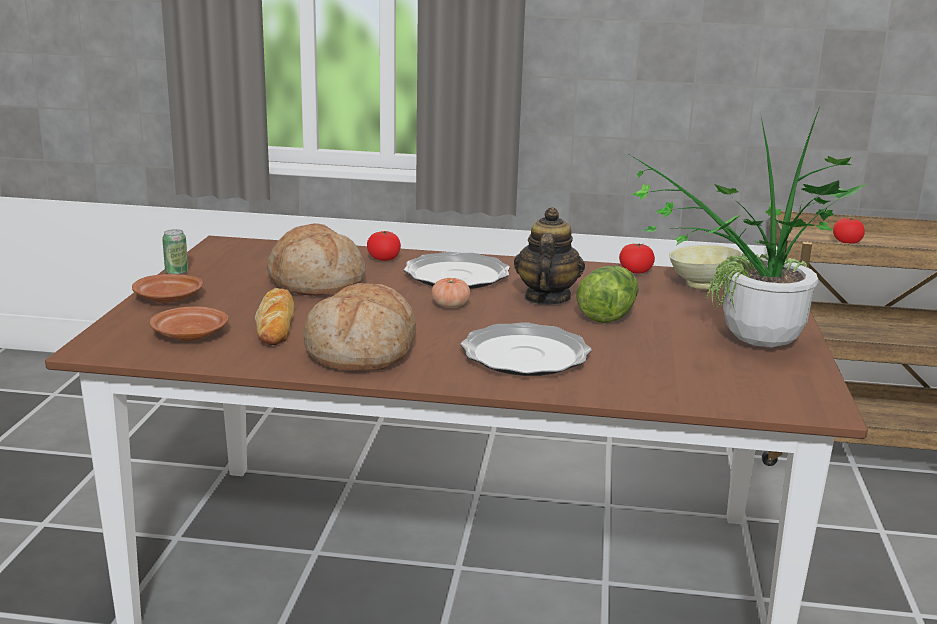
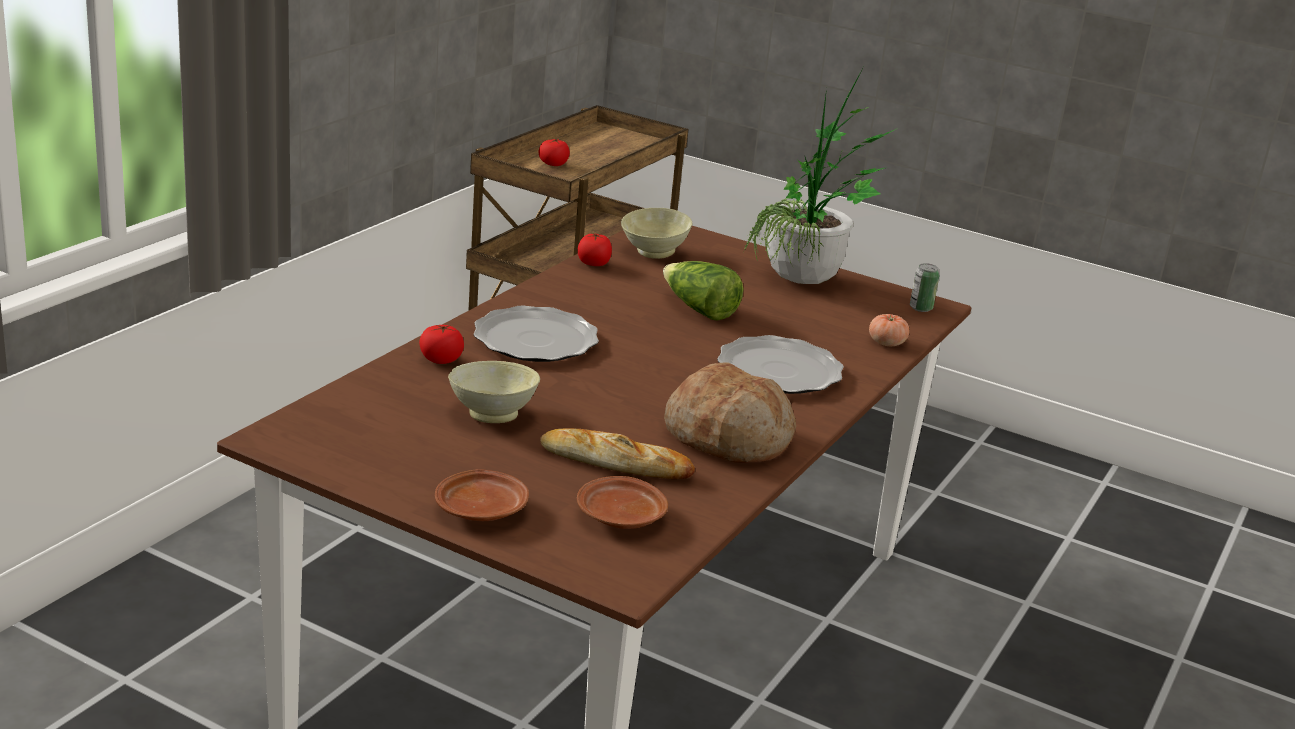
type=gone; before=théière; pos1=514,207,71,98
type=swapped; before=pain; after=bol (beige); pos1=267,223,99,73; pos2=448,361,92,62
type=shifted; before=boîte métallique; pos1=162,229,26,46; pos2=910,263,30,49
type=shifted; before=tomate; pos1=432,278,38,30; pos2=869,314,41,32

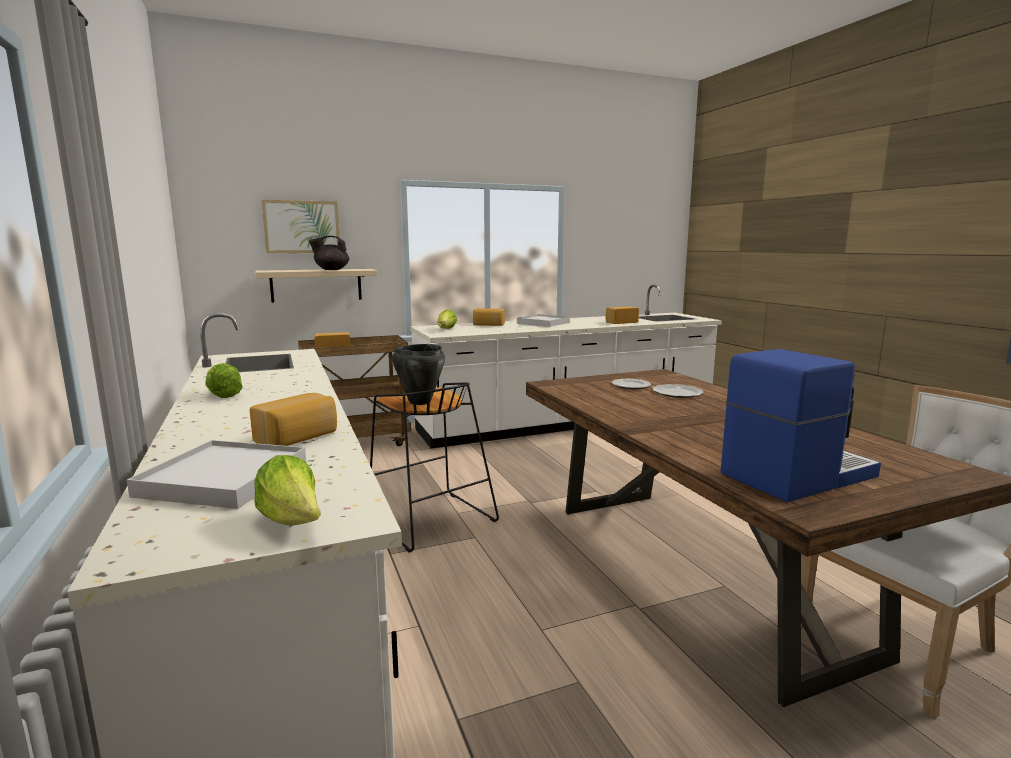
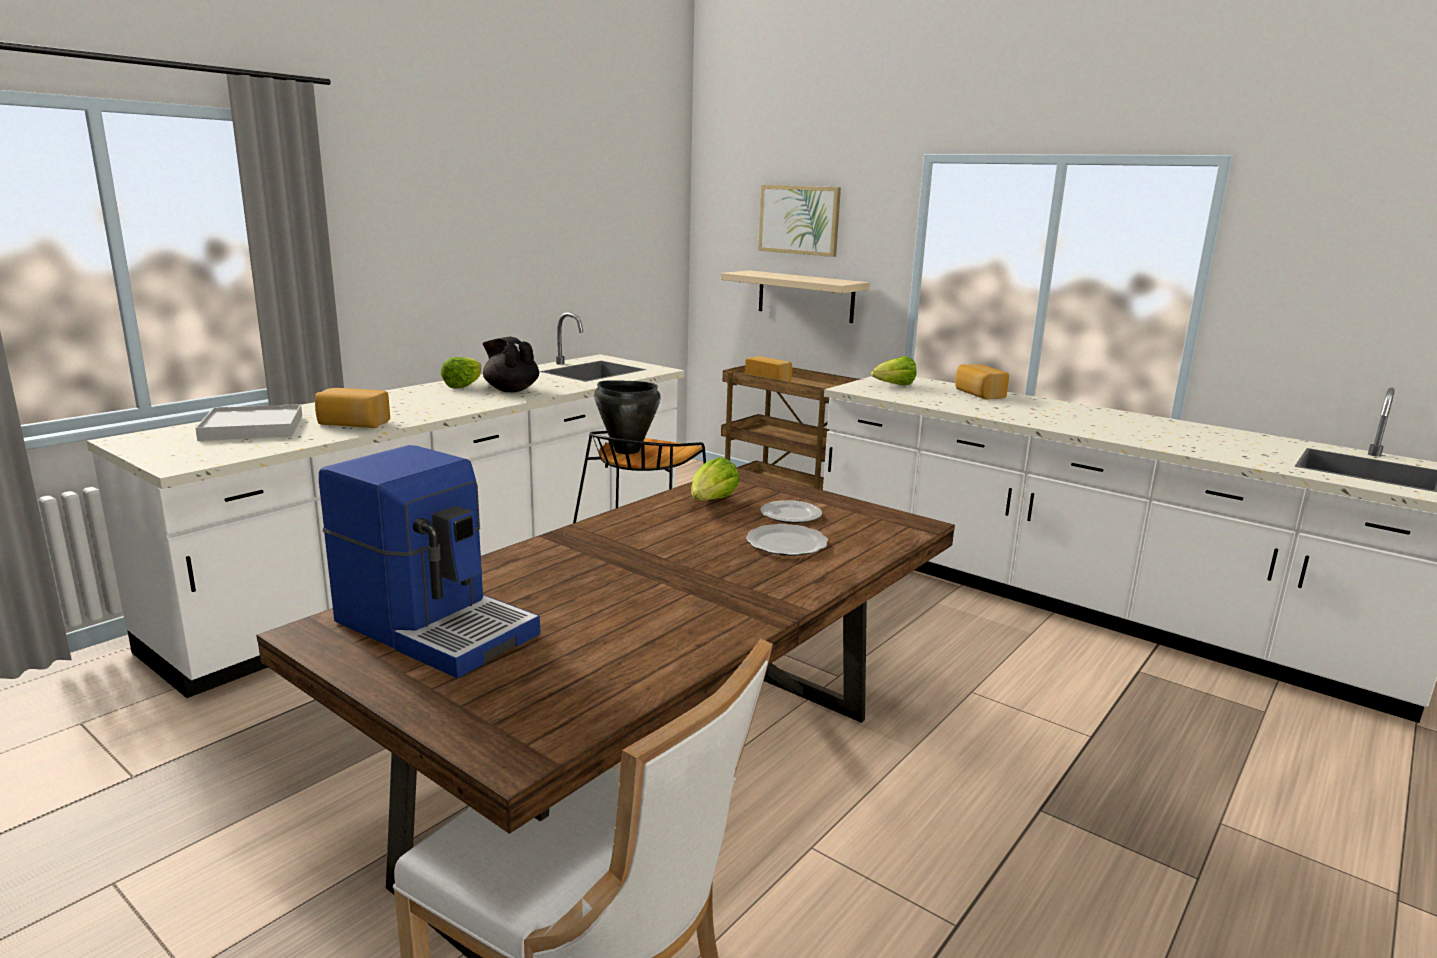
type=shifted; before=théière (noir); pos1=309,236,40,34; pos2=482,337,57,55
type=gone; before=pain; pos1=606,306,33,18
type=gone; before=plateau (blanc); pos1=517,314,53,13
type=shifted; before=laitue; pos1=254,455,67,70; pos2=691,457,49,43

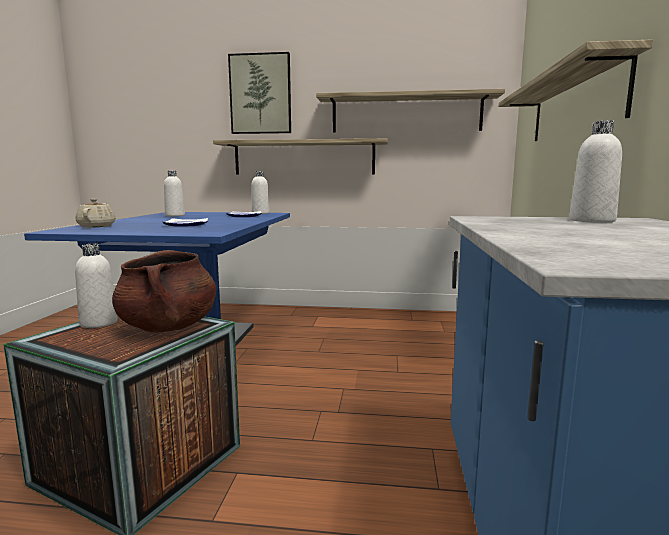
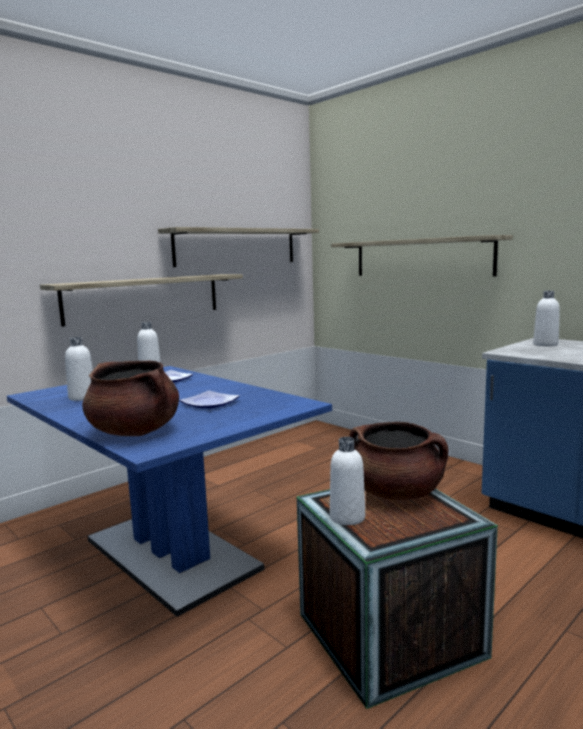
type=gone; before=tableau; pos1=228,52,63,82
type=swapped; before=théière (beige); after=marmite (marron); pos1=76,199,39,28; pos2=82,361,97,75

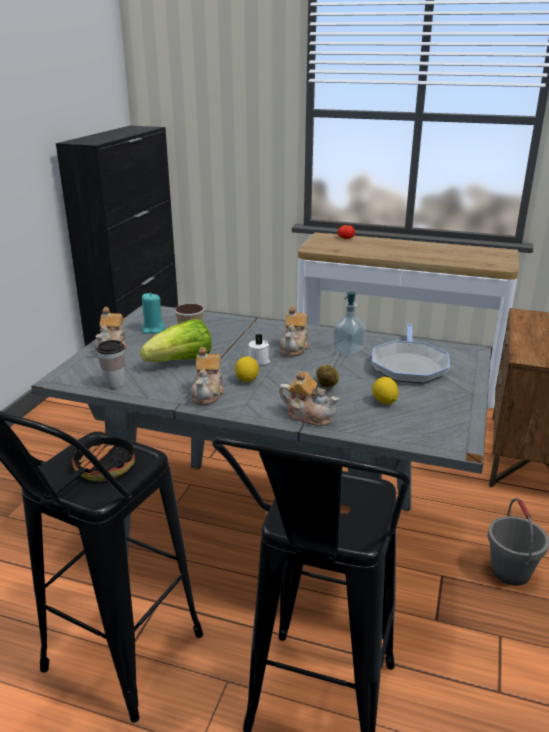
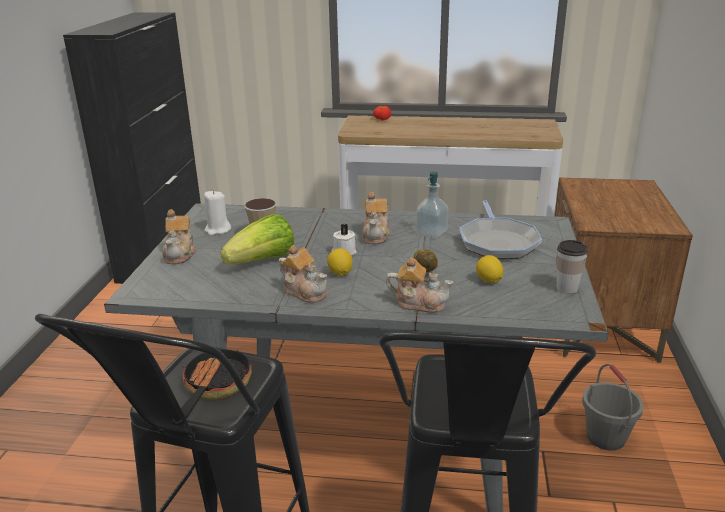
type=repainted; before=bougie (turquoise); after=bougie (blanc); pos1=141,293,25,41; pos2=204,190,27,45
type=shifted; before=tasse; pos1=97,340,28,49; pos2=556,240,32,54
type=rotated; before=théière; pos1=191,347,34,58; pos2=278,245,49,58; turn=-45

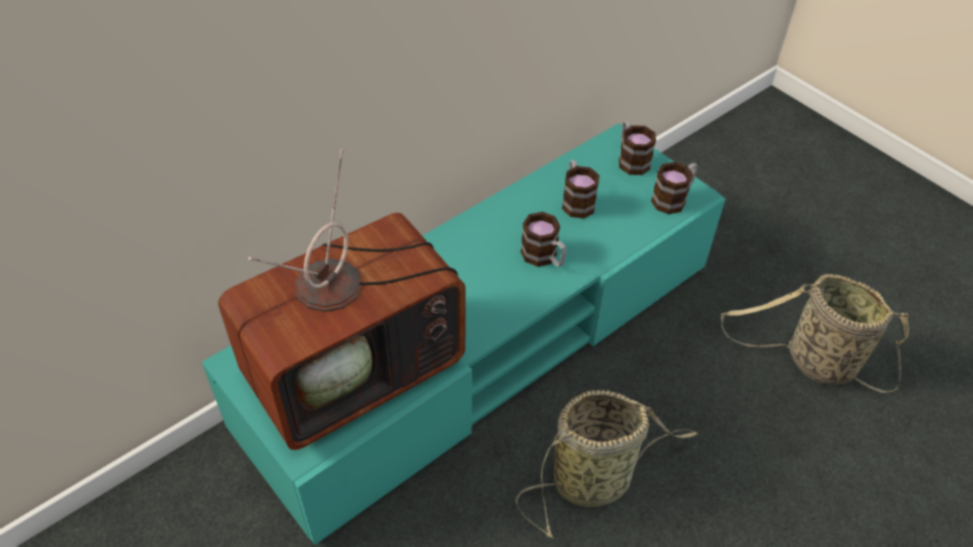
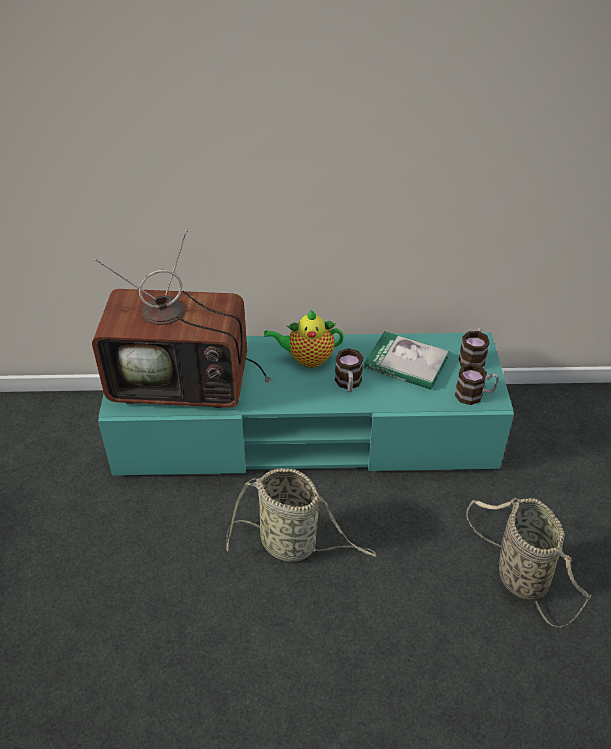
type=swapped; before=mug; after=livre; pos1=562,160,38,59; pos2=364,331,85,59
type=new; after=théière; pos2=264,310,80,58

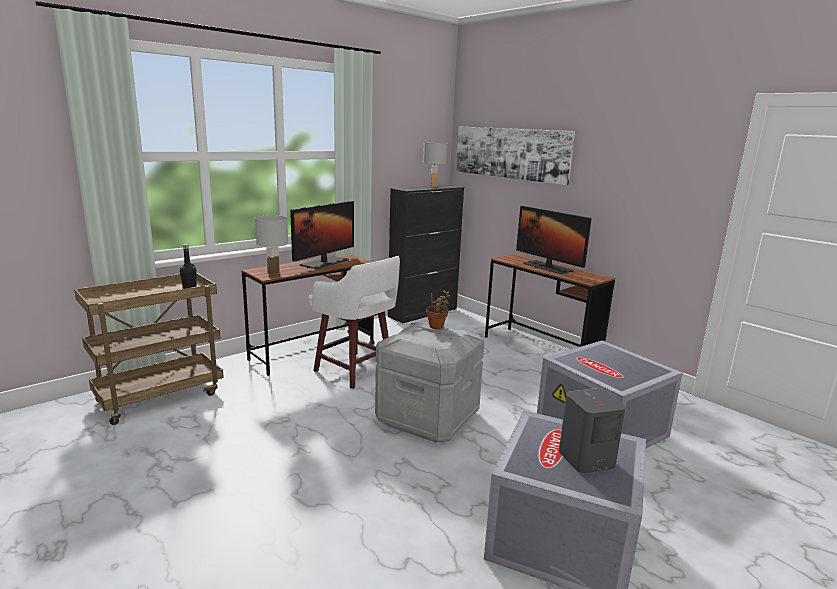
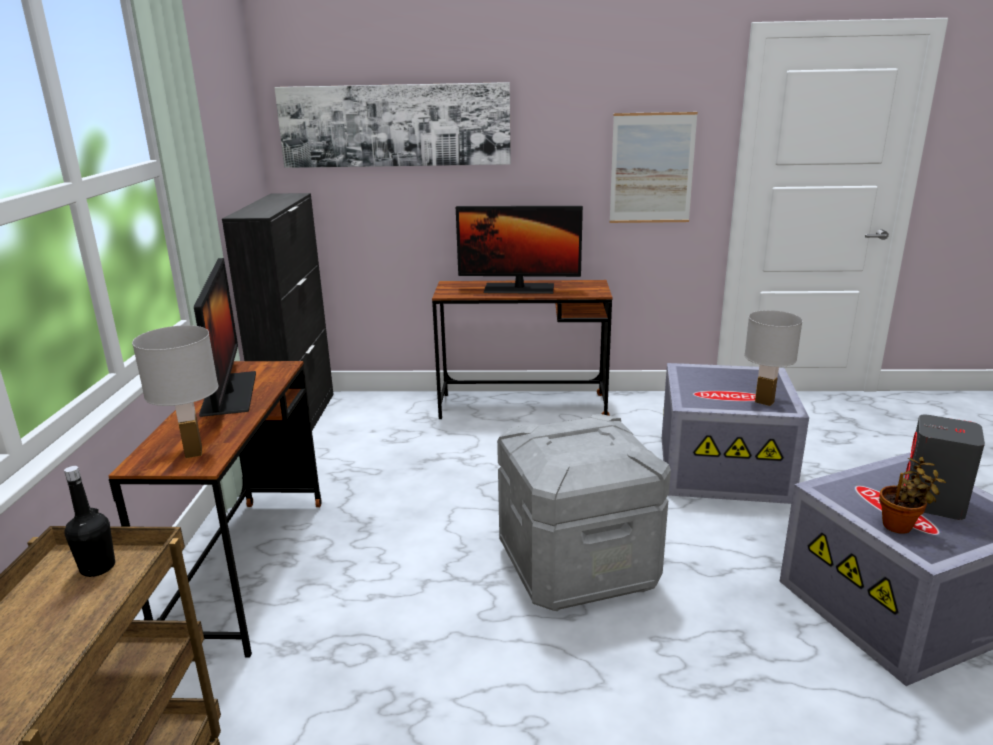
type=shifted; before=lampe de table (blanc); pos1=423,142,25,45; pos2=744,310,59,96
type=gone; before=tabouret (blanc); pos1=308,256,92,133
type=shifted; before=plante en pot; pos1=426,290,25,39; pos2=879,457,67,77
type=new; after=tableau; pos2=609,112,89,111

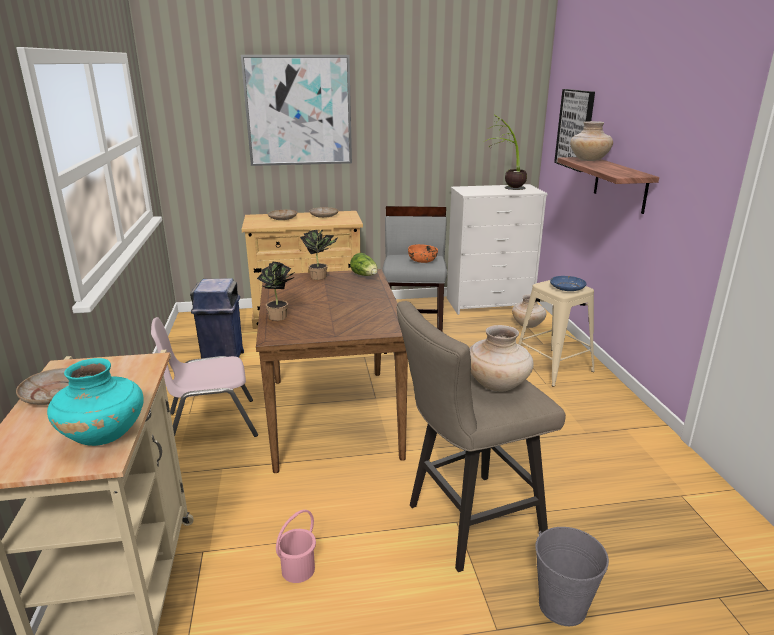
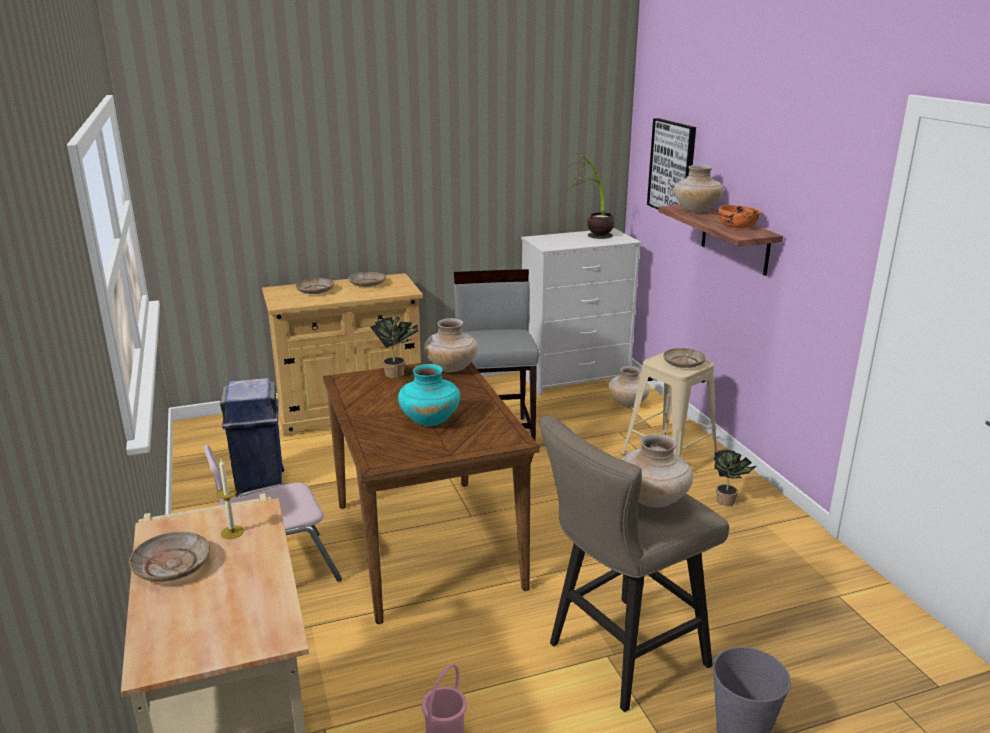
type=gone; before=tableau; pos1=241,55,111,111
type=shifted; before=bol (orange); pos1=408,244,30,19; pos2=718,205,42,23
type=swapped; before=laitue; after=vase (beige); pos1=350,253,28,23; pos2=424,318,54,54
type=shifted; before=plante en pot; pos1=257,262,39,59; pos2=714,450,42,56
type=repainted; before=assiette (bleu); after=assiette (beige); pos1=550,276,37,15; pos2=663,348,43,20
type=shifted; before=vase (turquoise); pos1=47,358,97,88; pos2=398,364,62,62
type=new; after=bougie; pos2=216,459,28,80

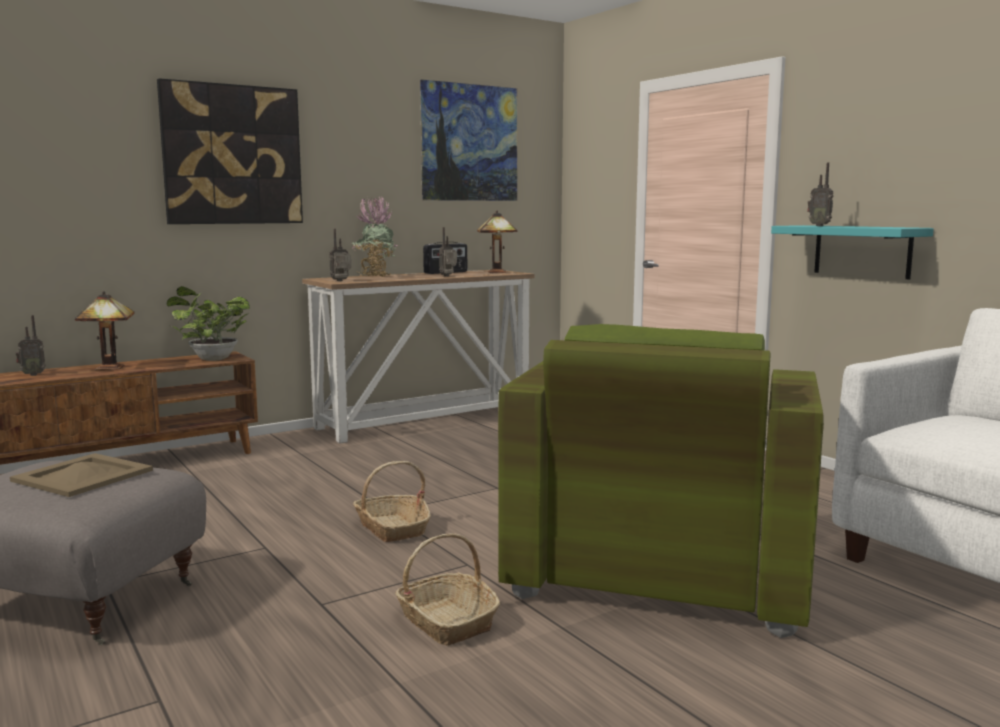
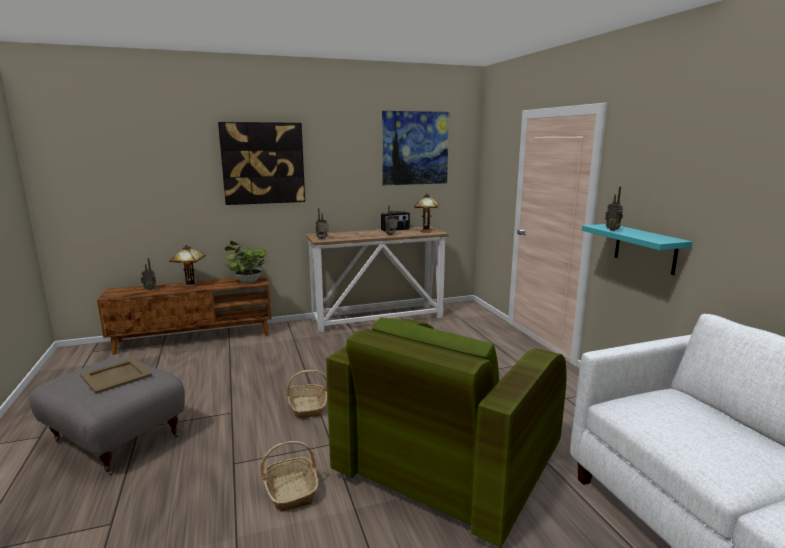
type=gone; before=plante en pot; pos1=352,195,45,82

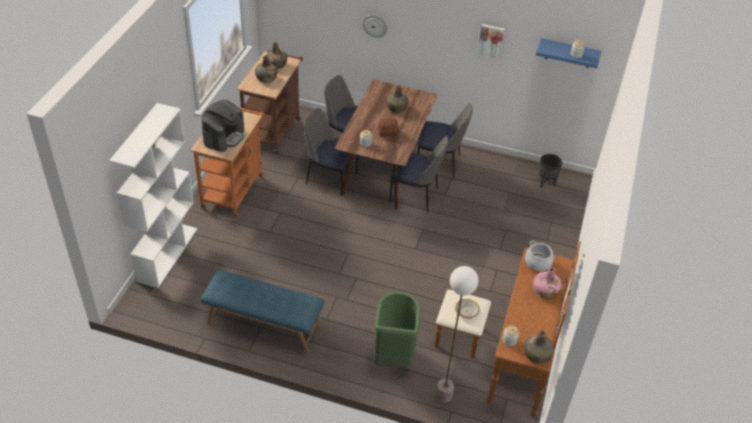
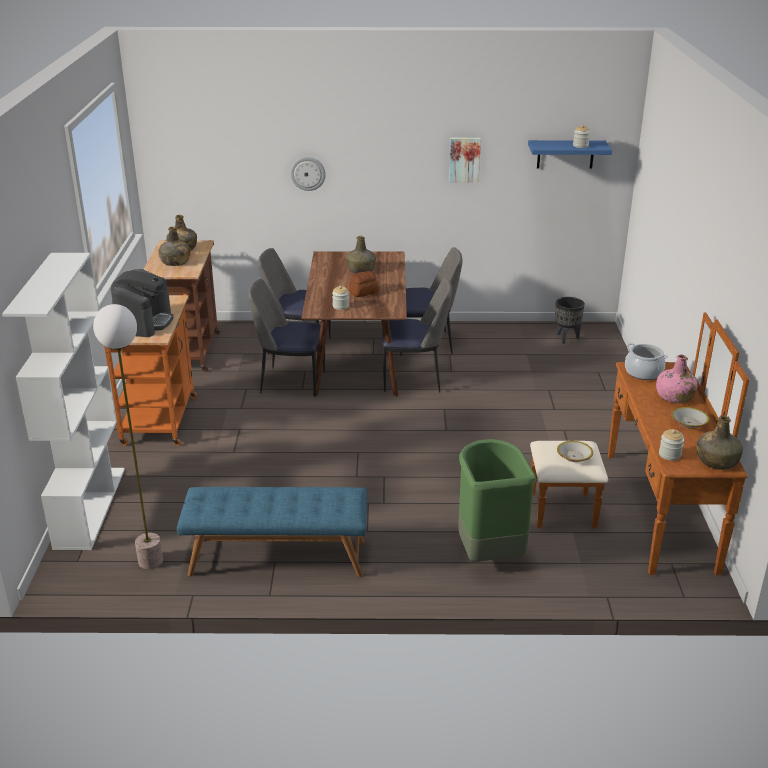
type=shifted; before=lampadaire; pos1=436,266,43,136; pos2=93,304,70,265
type=new; after=bol; pos2=671,407,39,21

